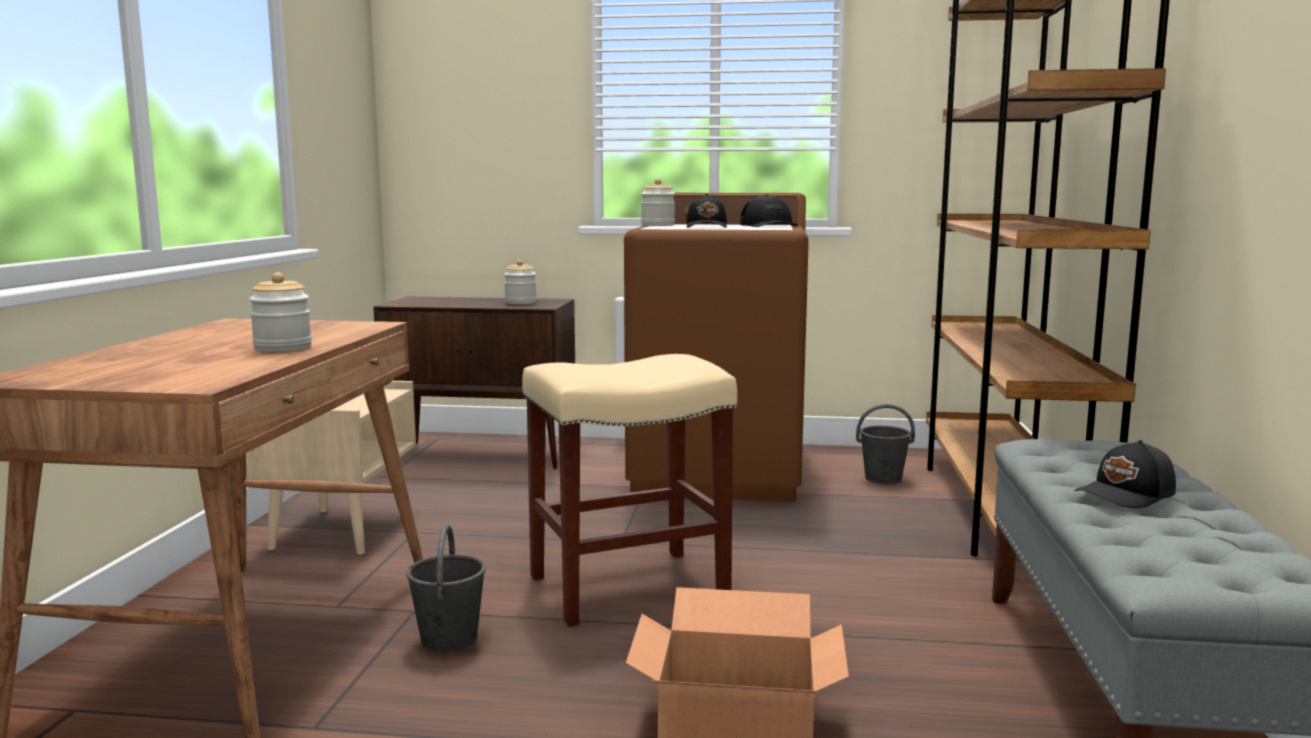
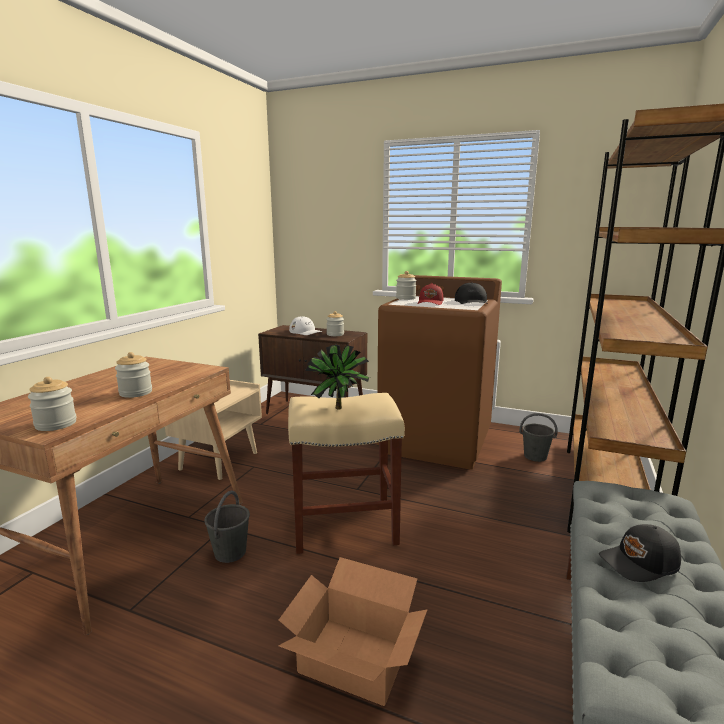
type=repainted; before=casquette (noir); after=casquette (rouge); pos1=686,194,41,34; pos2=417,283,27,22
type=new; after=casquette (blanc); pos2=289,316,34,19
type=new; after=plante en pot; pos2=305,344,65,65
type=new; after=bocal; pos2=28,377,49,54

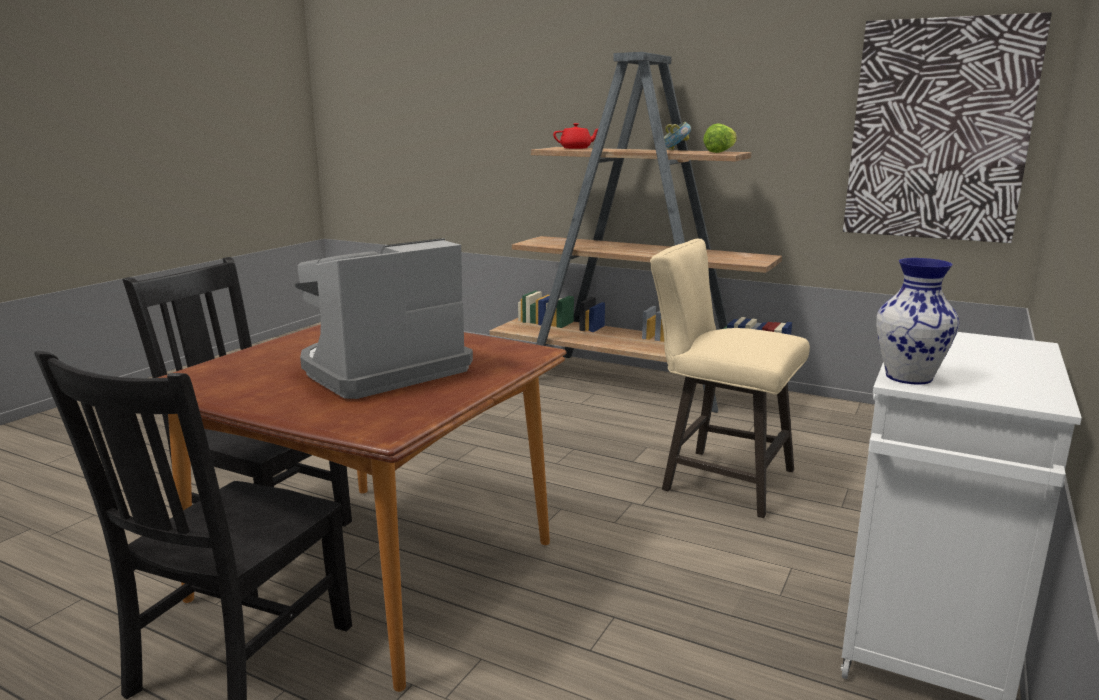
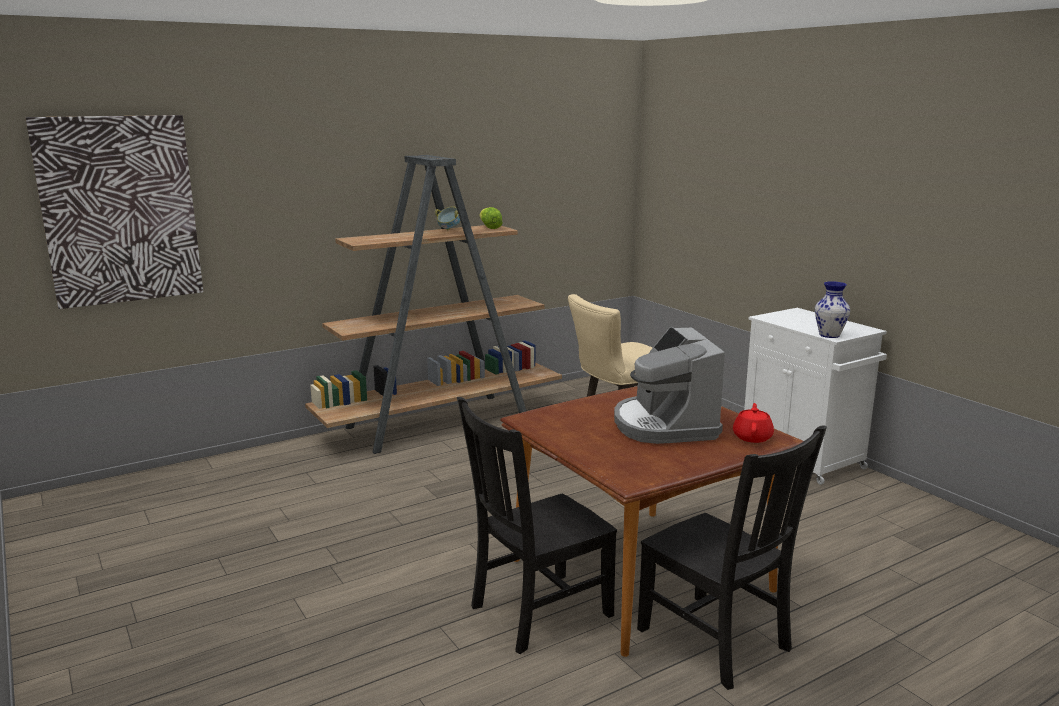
type=shifted; before=tableau; pos1=843,12,209,231; pos2=26,115,177,194
type=shifted; before=théière (rouge); pos1=553,123,45,26; pos2=733,403,41,40

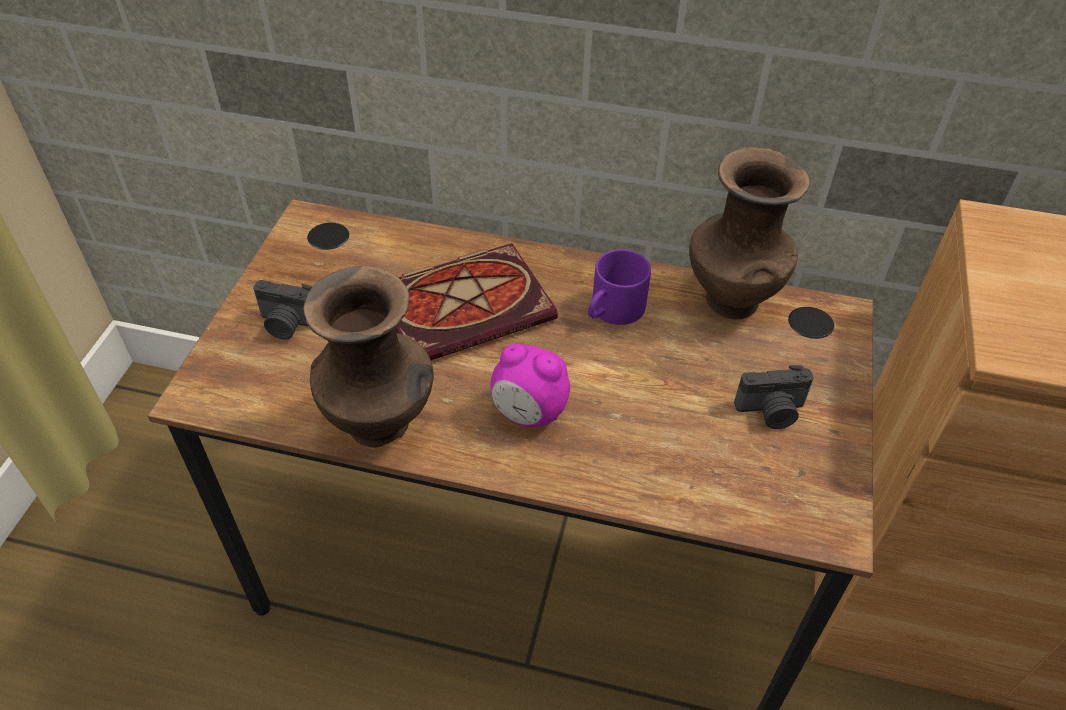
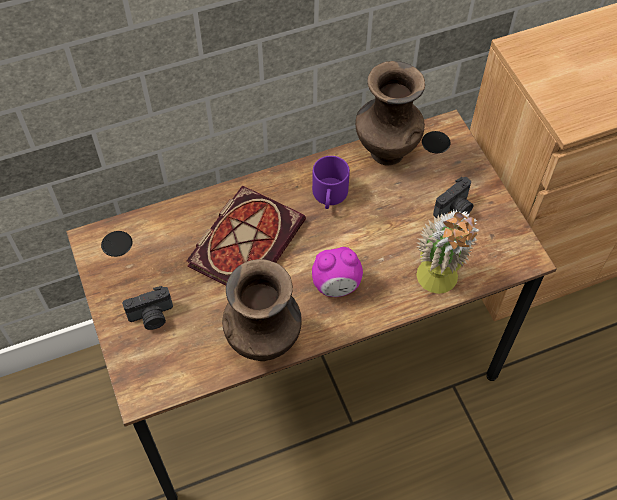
type=new; after=plante en pot; pos2=416,210,64,84

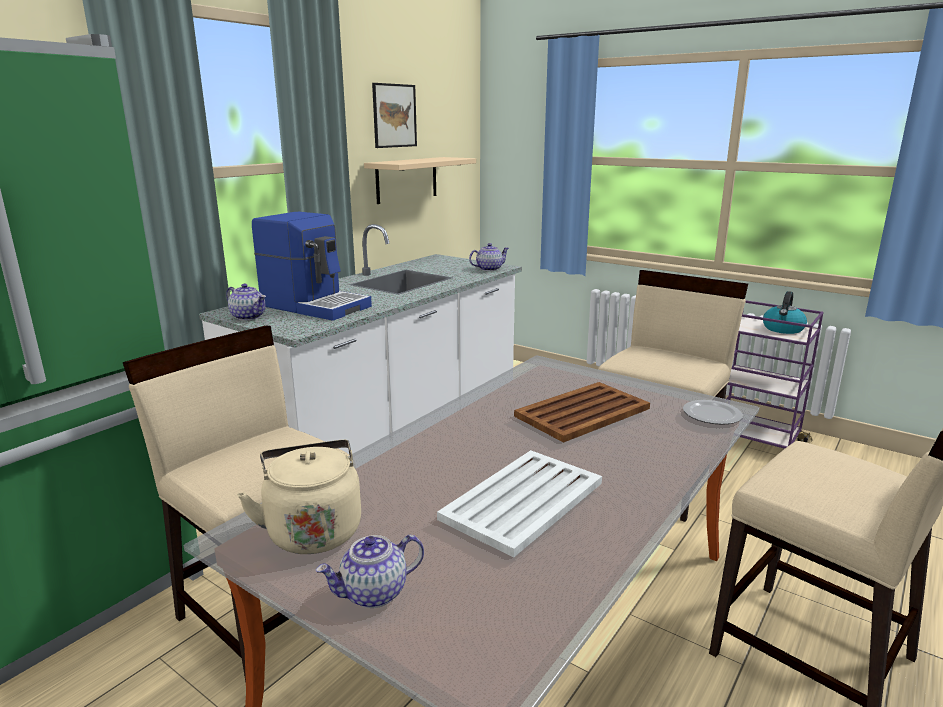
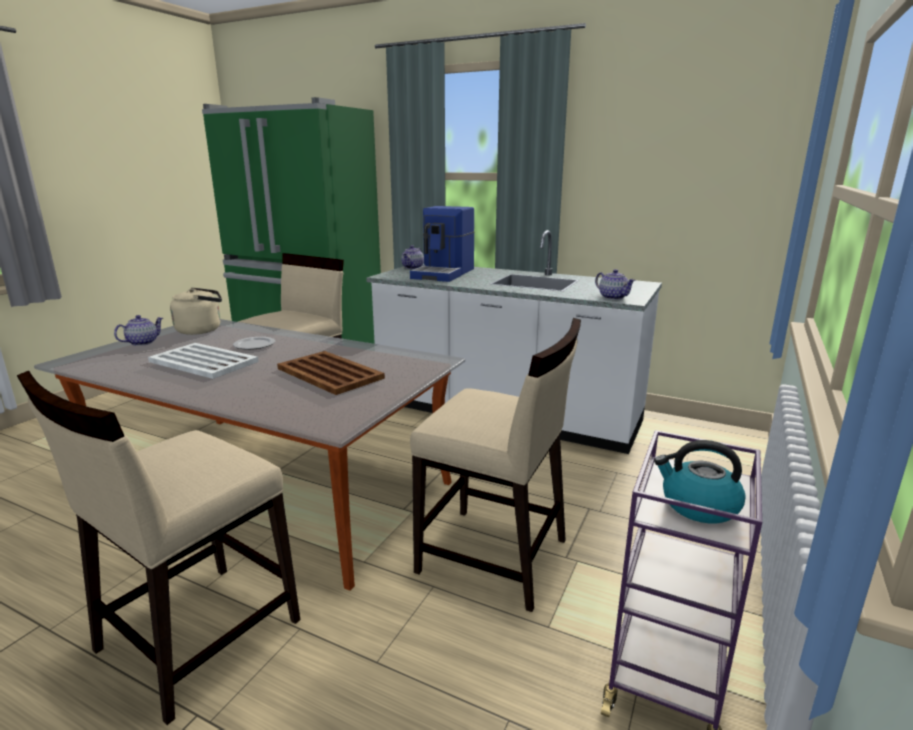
type=gone; before=tableau; pos1=372,83,45,65
type=gone; before=étagère (beige); pos1=364,157,112,47
type=shifted; before=assiette; pos1=683,400,60,25; pos2=233,337,42,13
type=rotated; before=théière; pos1=316,535,108,73; pos2=114,315,49,31; turn=75

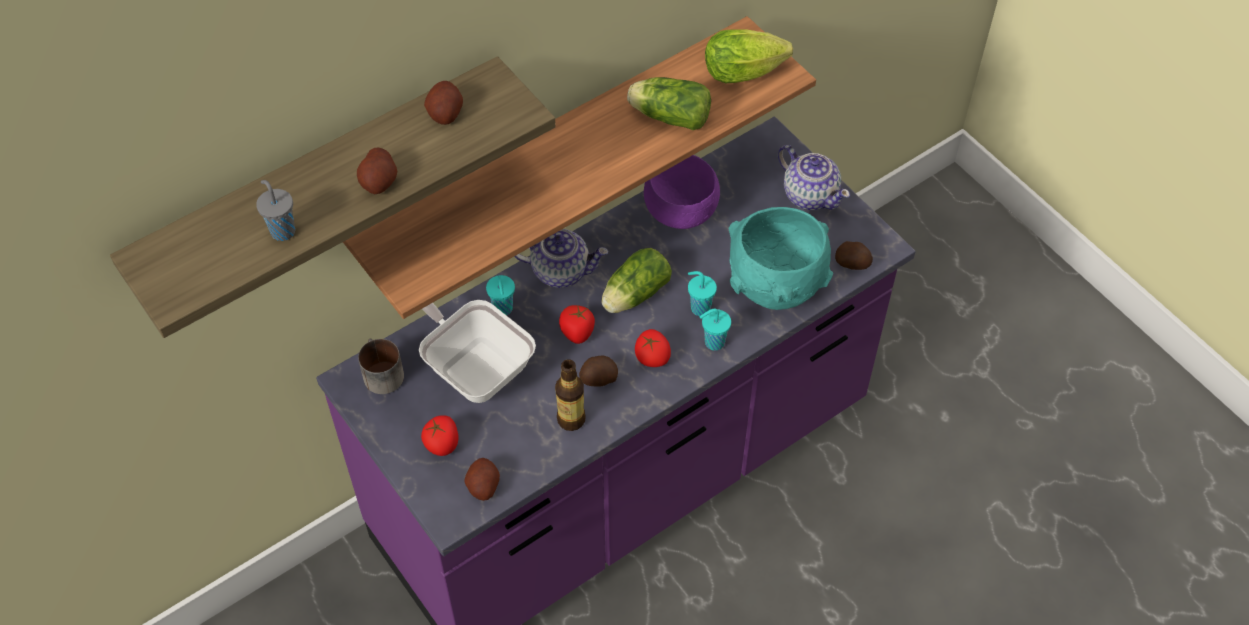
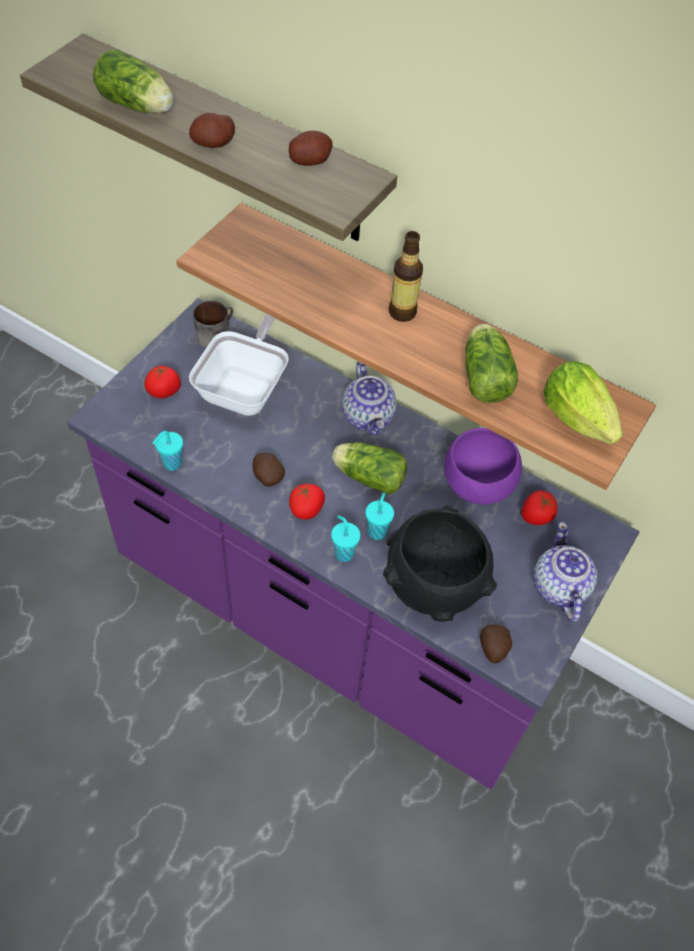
type=rotated; before=théière; pos1=778,145,72,65; pos2=534,522,63,100; turn=150
type=swapped; before=tasse (gris); after=laitue; pos1=256,180,39,61; pos2=93,49,81,64
type=repainted; before=bol (turquoise); after=bol (noir); pos1=729,207,104,103; pos2=383,505,114,117
type=shifted; before=tasse (turquoise); pos1=486,275,29,40; pos2=153,431,30,40
type=shifted; before=tomate; pos1=559,305,36,39; pos2=522,490,36,35
type=shifted; before=bouteille; pos1=555,359,31,72; pos2=389,231,34,91
type=gone; before=pomme de terre; pos1=464,458,36,43

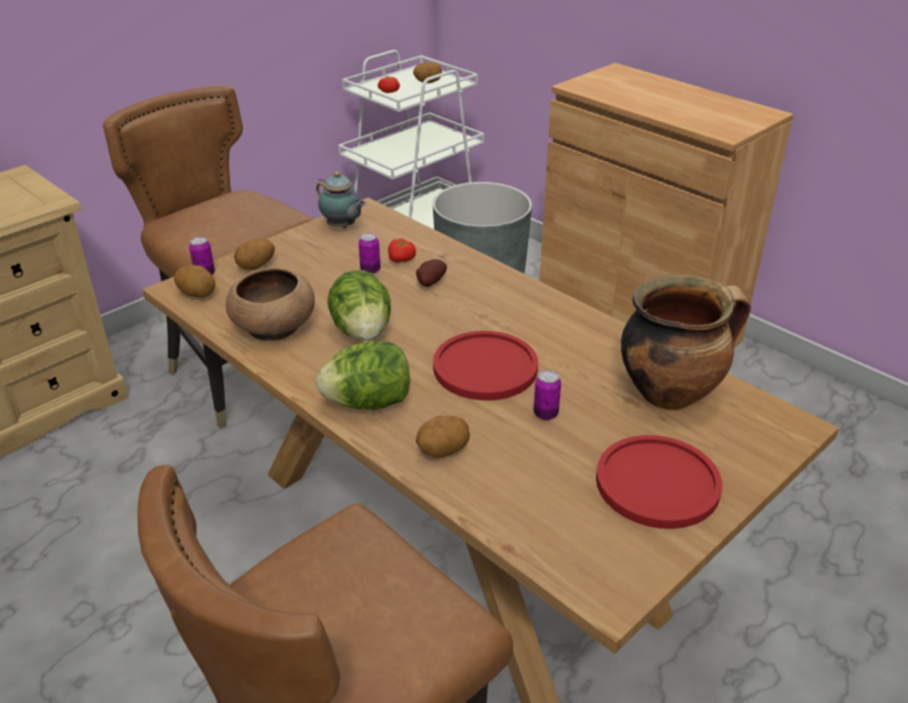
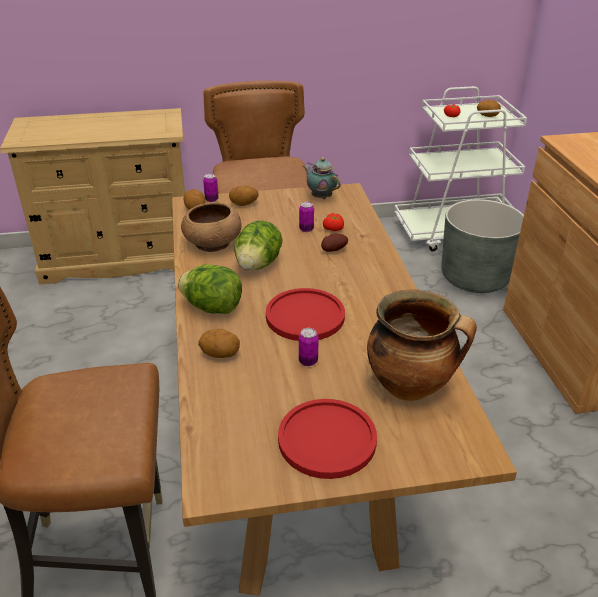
type=rotated; before=théière; pos1=316,172,50,56; pos2=303,157,38,42; turn=150

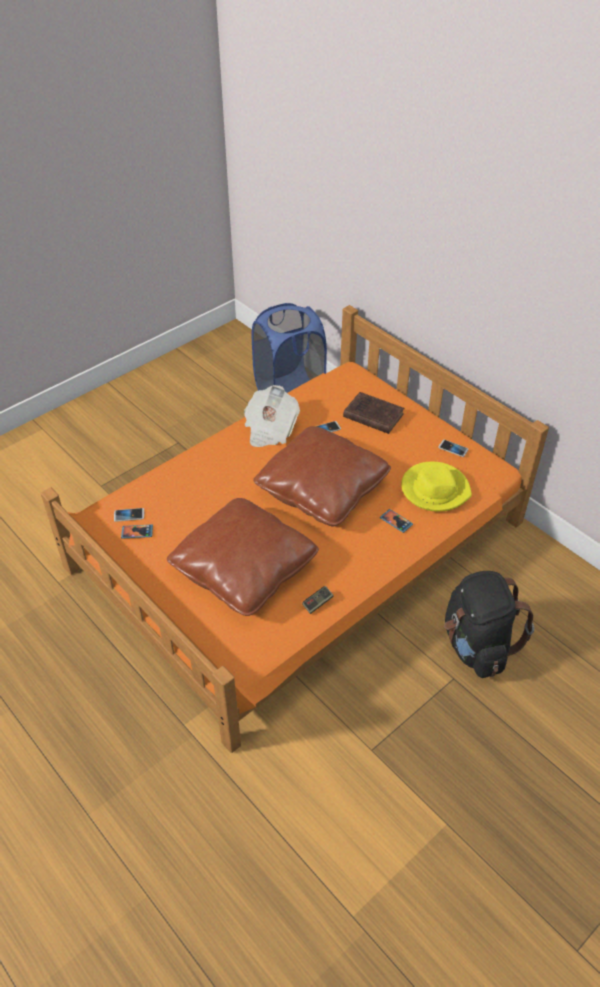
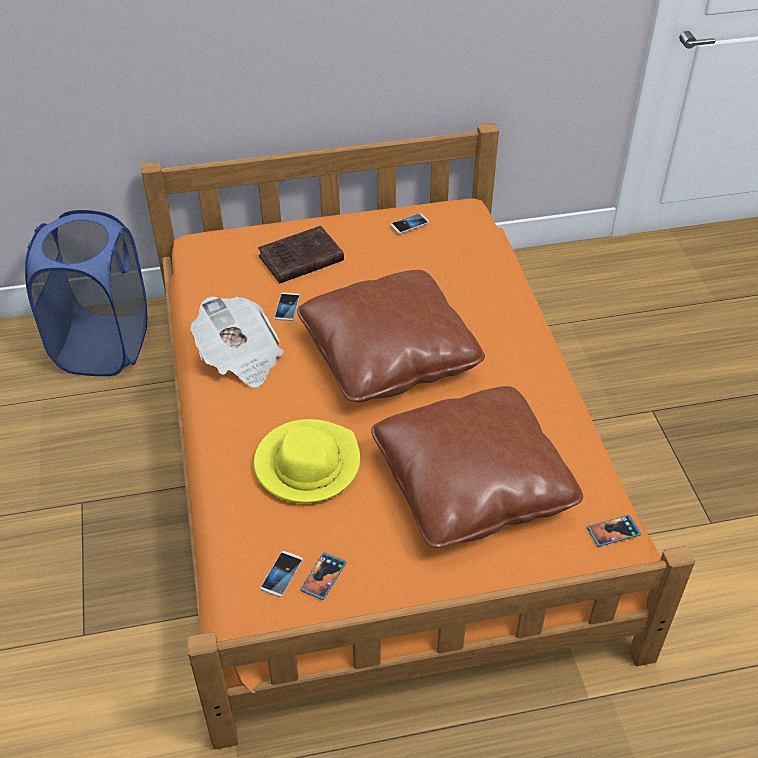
type=shifted; before=chapeau (jaune); pos1=401,462,71,50; pos2=254,419,106,85
type=shifted; before=téléphone; pos1=380,509,33,24; pos2=587,515,54,32
type=gone; before=sac à dos (noir); pos1=444,571,90,107
type=gone; before=manette; pos1=302,586,32,28

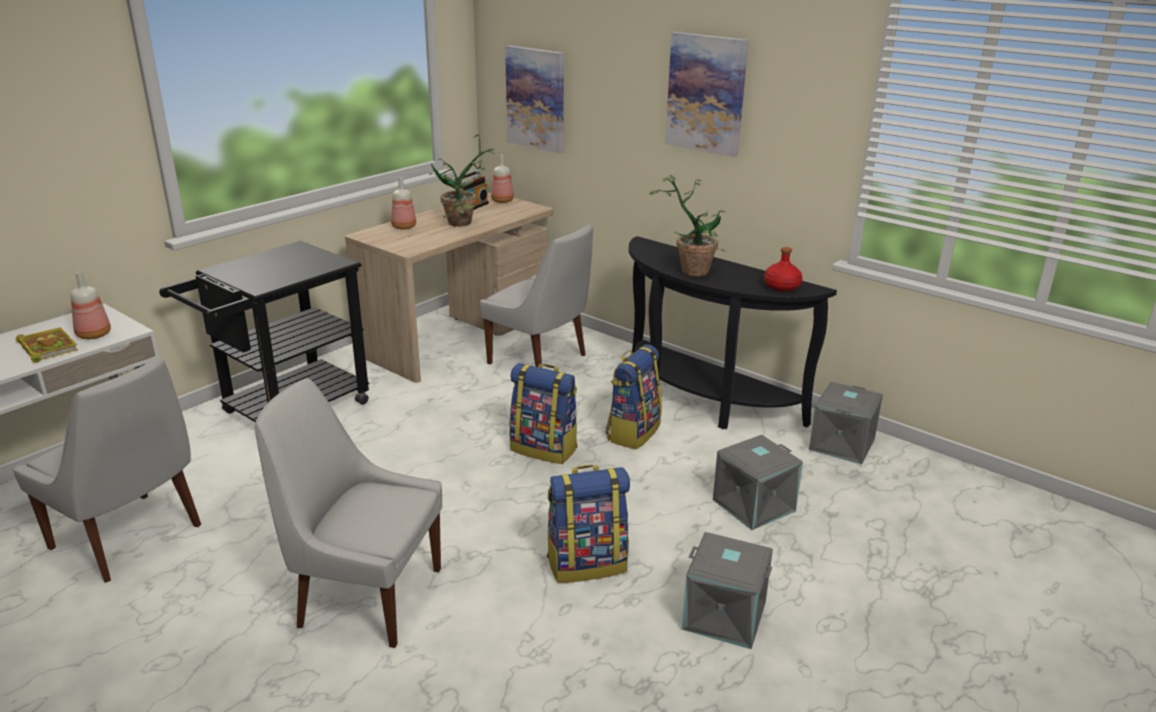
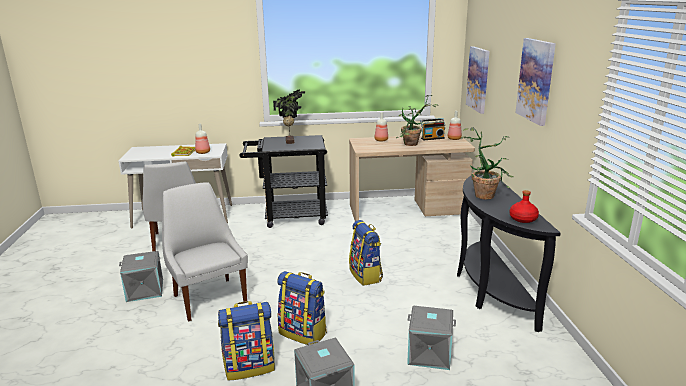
type=gone; before=chaise (blanc); pos1=480,224,113,143
type=shifted; before=sac à dos; pos1=606,344,56,105; pos2=218,301,57,80
type=shifted; before=boîte de rangement (gris); pos1=809,382,74,83; pos2=119,251,44,51
type=new; after=plante en pot; pos2=273,89,32,55

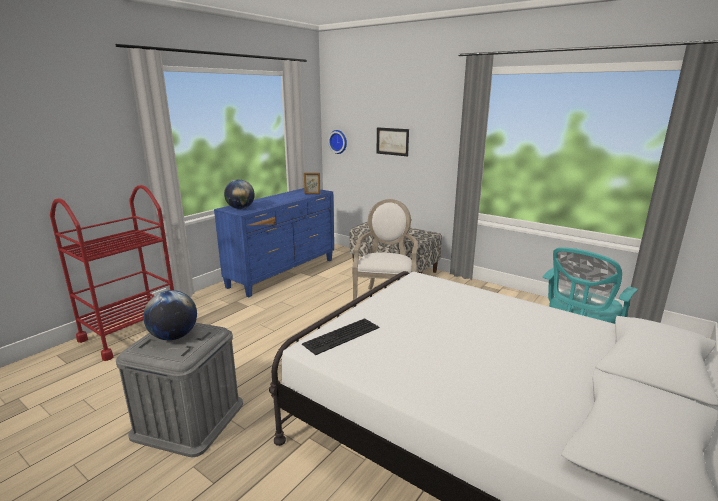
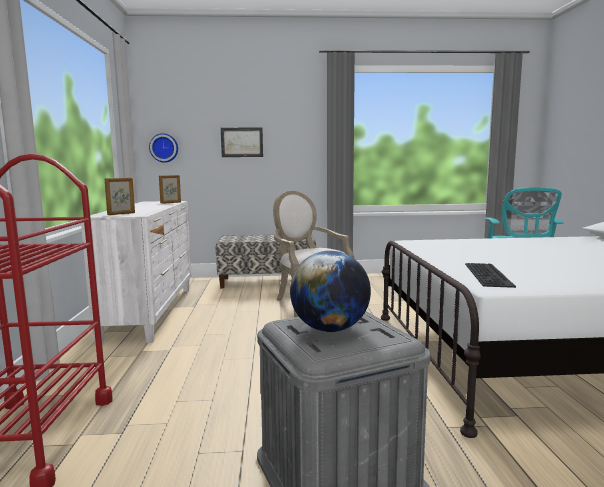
type=swapped; before=globe; after=cadre photo; pos1=224,179,31,30; pos2=104,178,31,37
type=repainted; before=commode (bleu); after=commode (blanc); pos1=214,188,120,109; pos2=81,201,111,143

